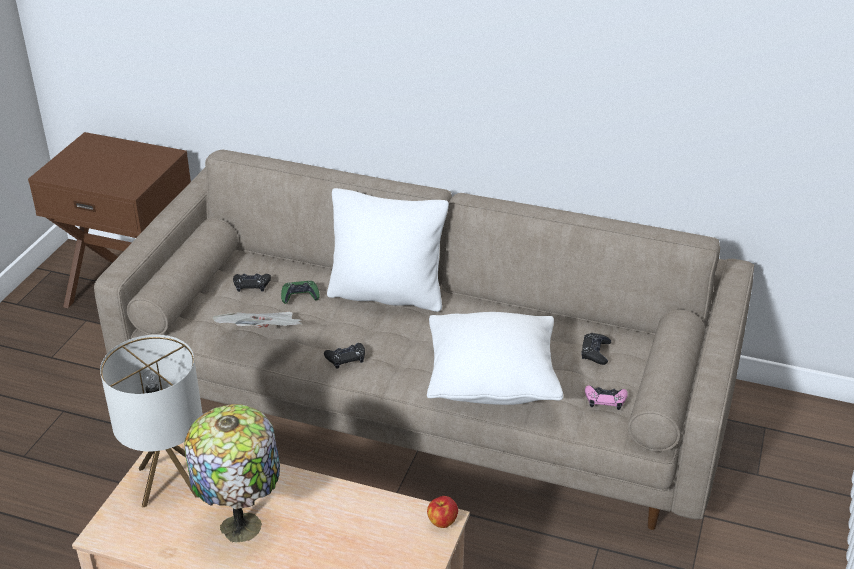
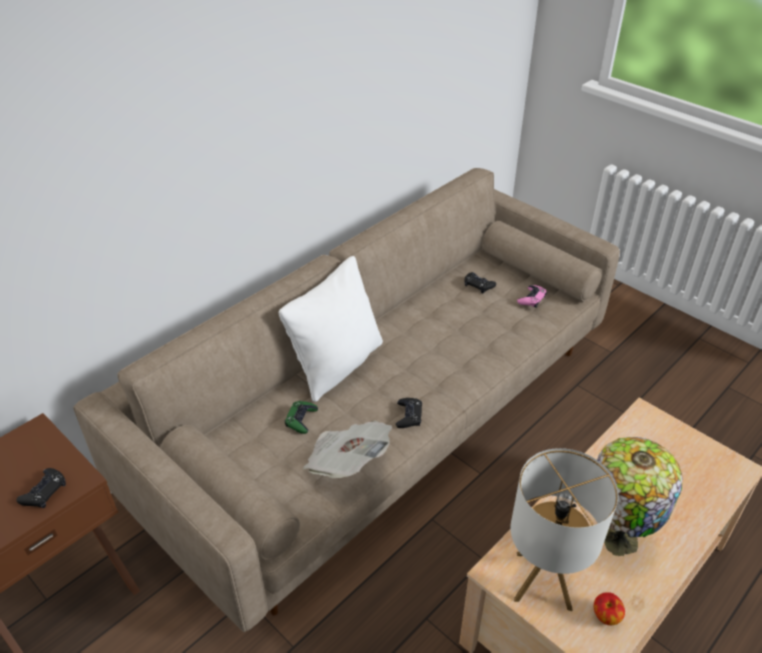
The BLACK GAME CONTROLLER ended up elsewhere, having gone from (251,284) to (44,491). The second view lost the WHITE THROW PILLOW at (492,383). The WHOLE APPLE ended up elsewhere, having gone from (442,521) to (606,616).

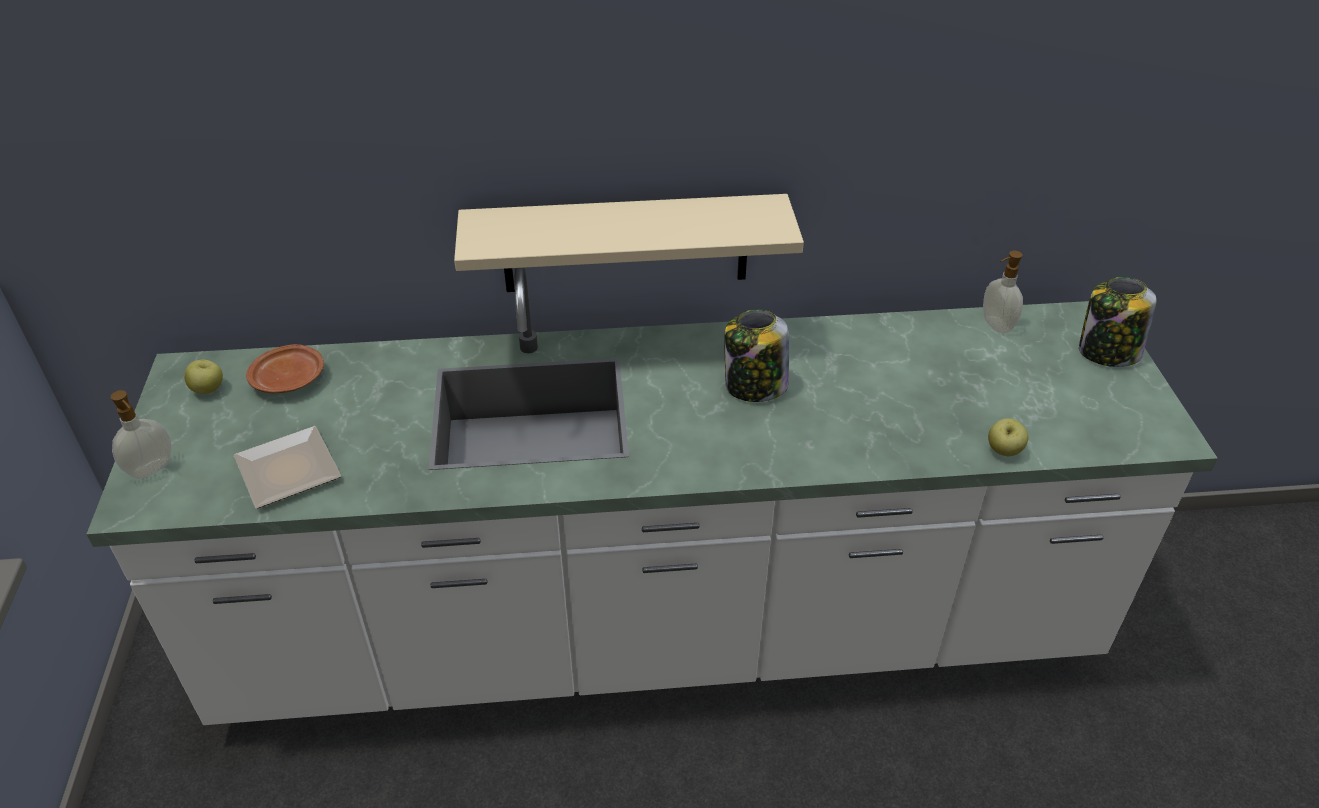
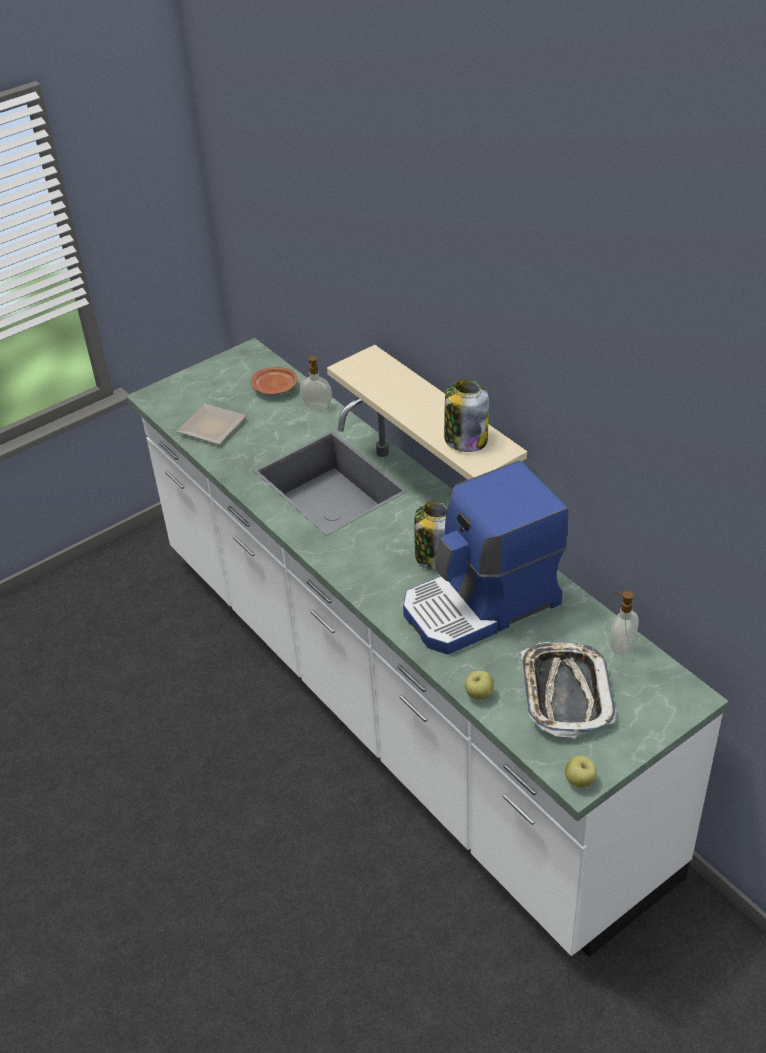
The LIQUID SOAP BOTTLE ended up elsewhere, having gone from (152,469) to (317,407). The WHOLE APPLE ended up elsewhere, having gone from (208,389) to (579,781). The JAR ended up elsewhere, having gone from (1107,352) to (465,439). The second view gained the COFFEE MACHINE at (482,605). The second view gained the SERVING TRAY at (565,693).

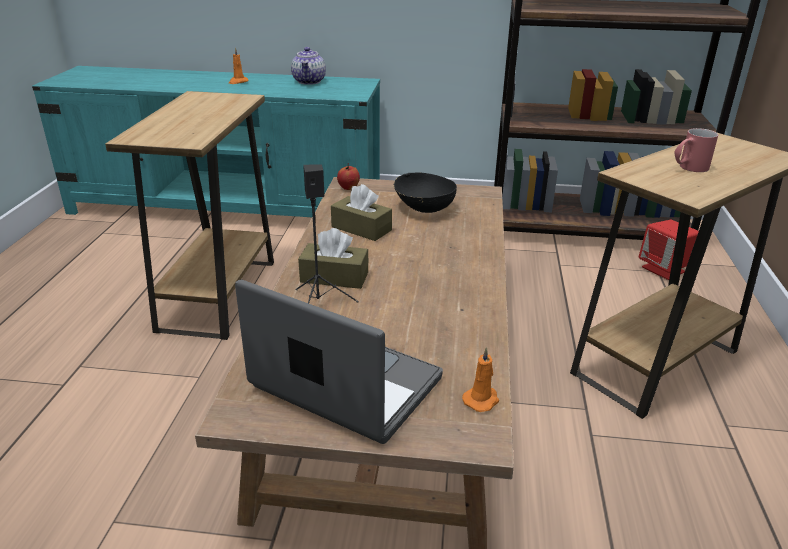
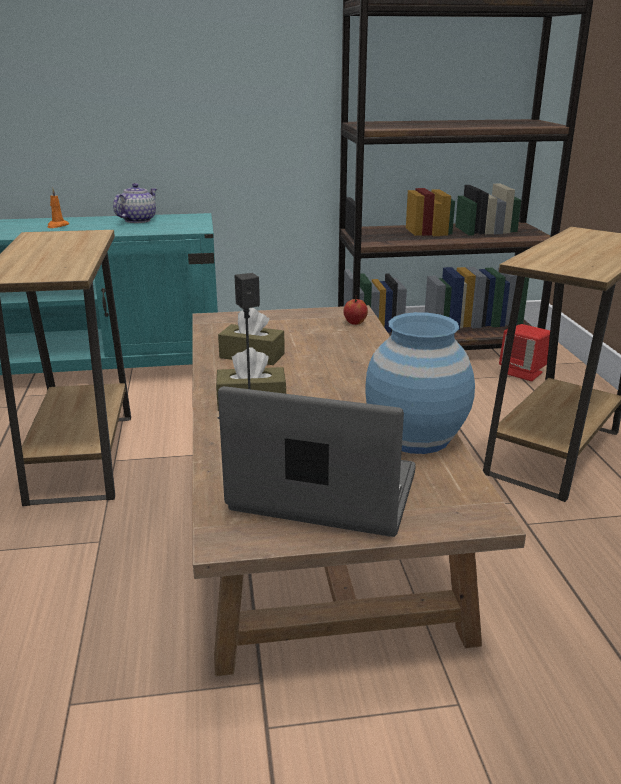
The TEAPOT at (309,81) ended up facing another way, 135 degrees counterclockwise from before. The WHOLE APPLE ended up elsewhere, having gone from (348,188) to (355,322). The second view lost the BLACK SERVING BOWL at (423,208). The second view lost the ORANGEY CANDLE at (482,400). The second view lost the RED COFFEE MUG at (688,168). The second view gained the BLUISH VASE at (415,436).

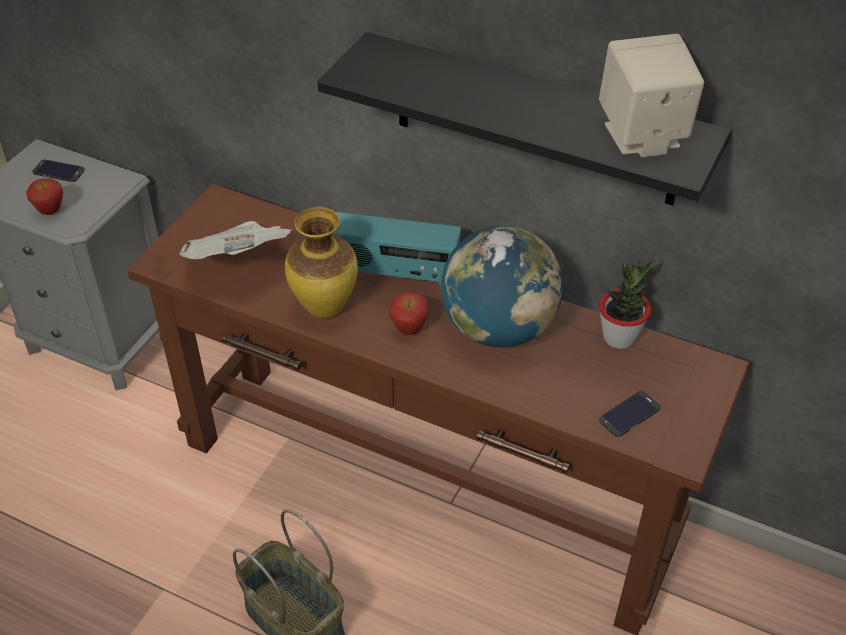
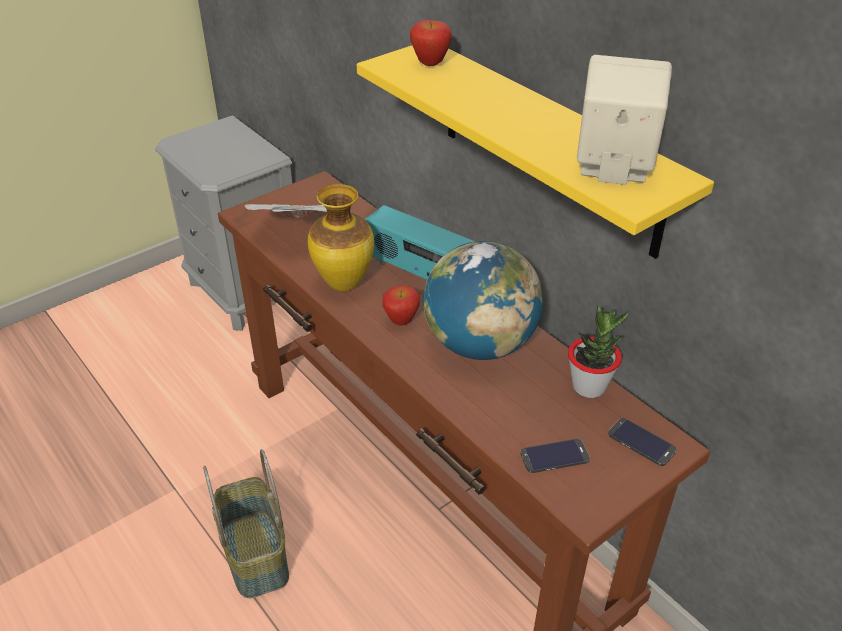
The WHOLE APPLE ended up elsewhere, having gone from (50,212) to (430,64). The HANDSET ended up elsewhere, having gone from (58,171) to (641,442). What was the BLACK SHELF at (535,121) turned into the YELLOW SHELF at (548,147).

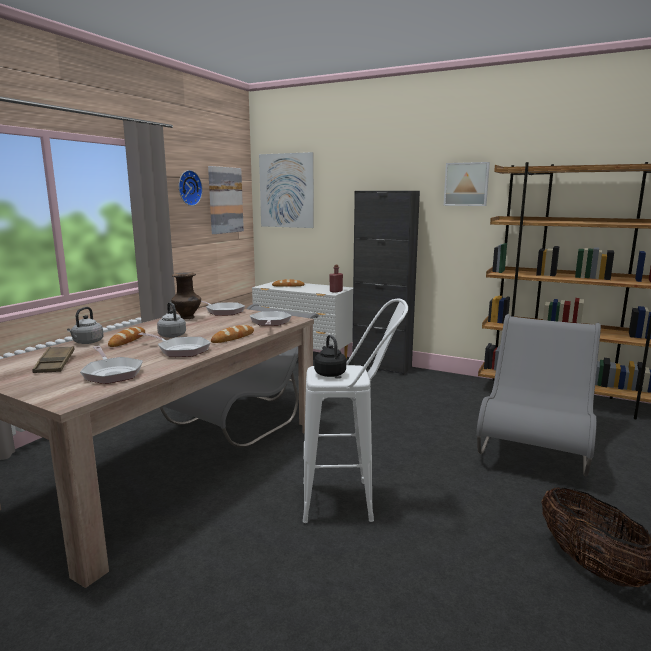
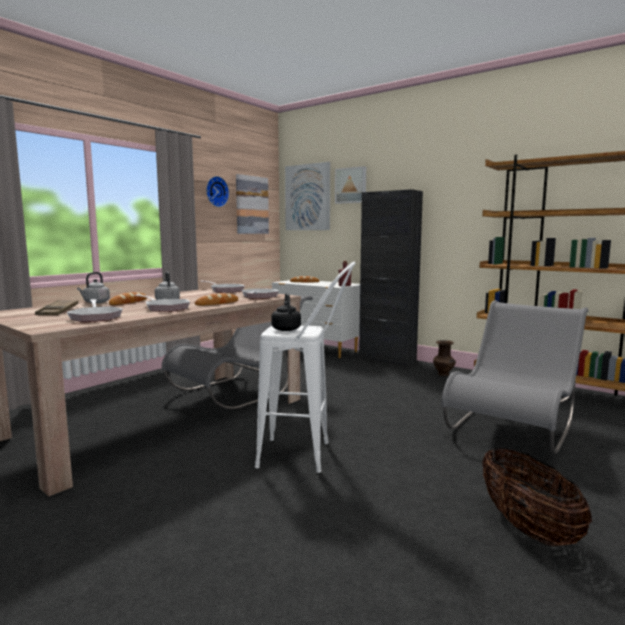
The BROWN-COLOURED VASE ended up elsewhere, having gone from (187,318) to (444,374). The WALL ART ended up elsewhere, having gone from (466,184) to (351,185).

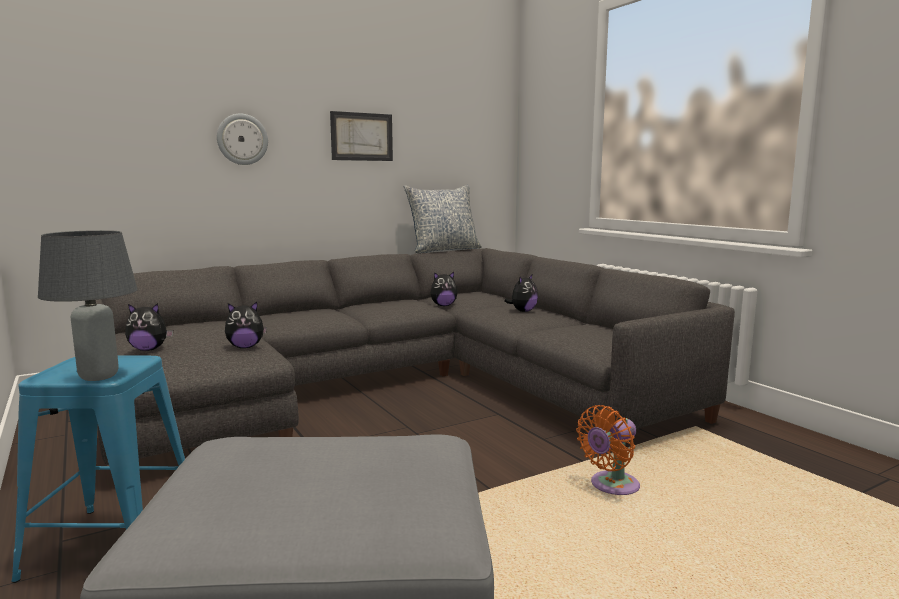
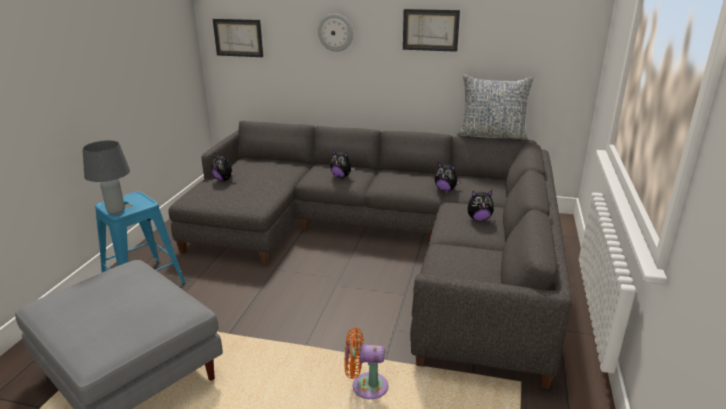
The PLUSH TOY ended up elsewhere, having gone from (245,347) to (341,176). The second view gained the WALL ART at (238,37).

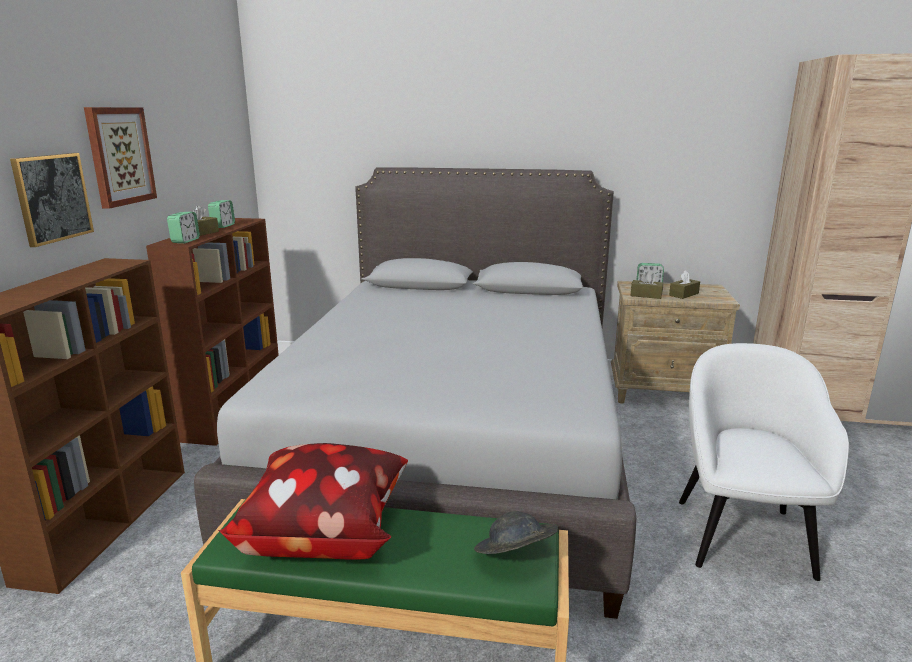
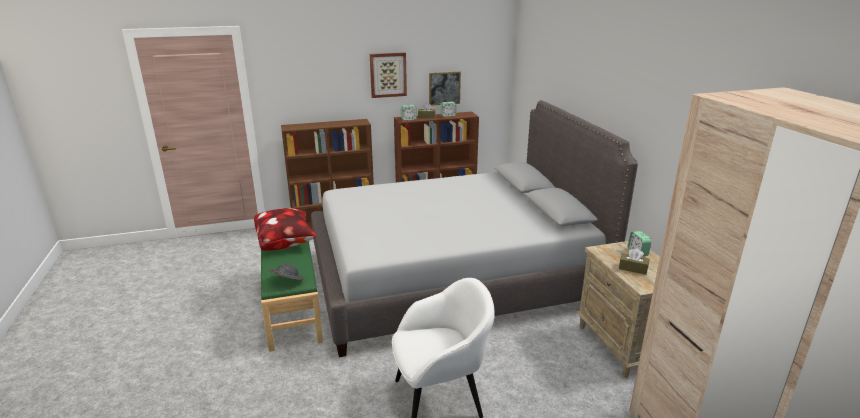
The WALL ART ended up elsewhere, having gone from (52,198) to (444,88). The second view lost the BROWN-COLOURED TISSUE HOLDER at (646,295).

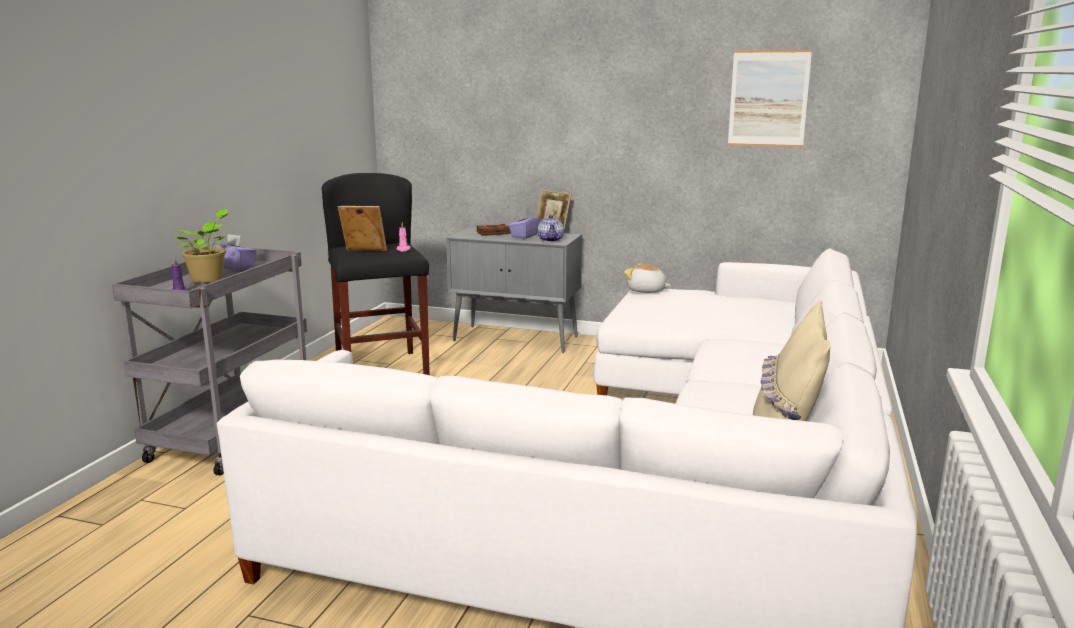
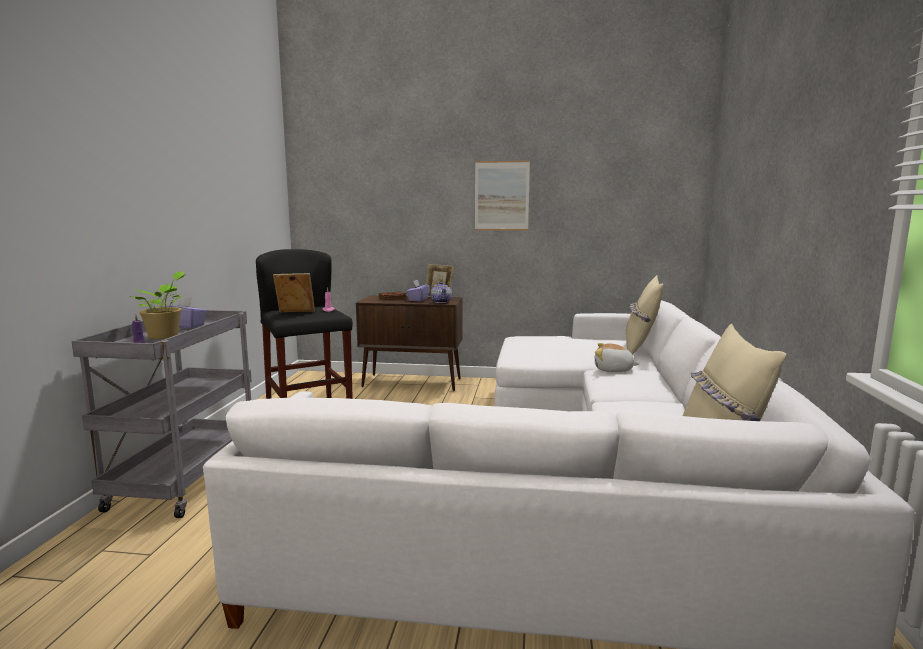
What was the GREY CABINET at (517,339) turned into the BROWN-COLOURED CABINET at (413,382). The PLUSH TOY ended up elsewhere, having gone from (646,291) to (613,370). The WALL ART ended up elsewhere, having gone from (768,98) to (501,196). The second view gained the SAND-COLOURED THROW PILLOW at (641,348).

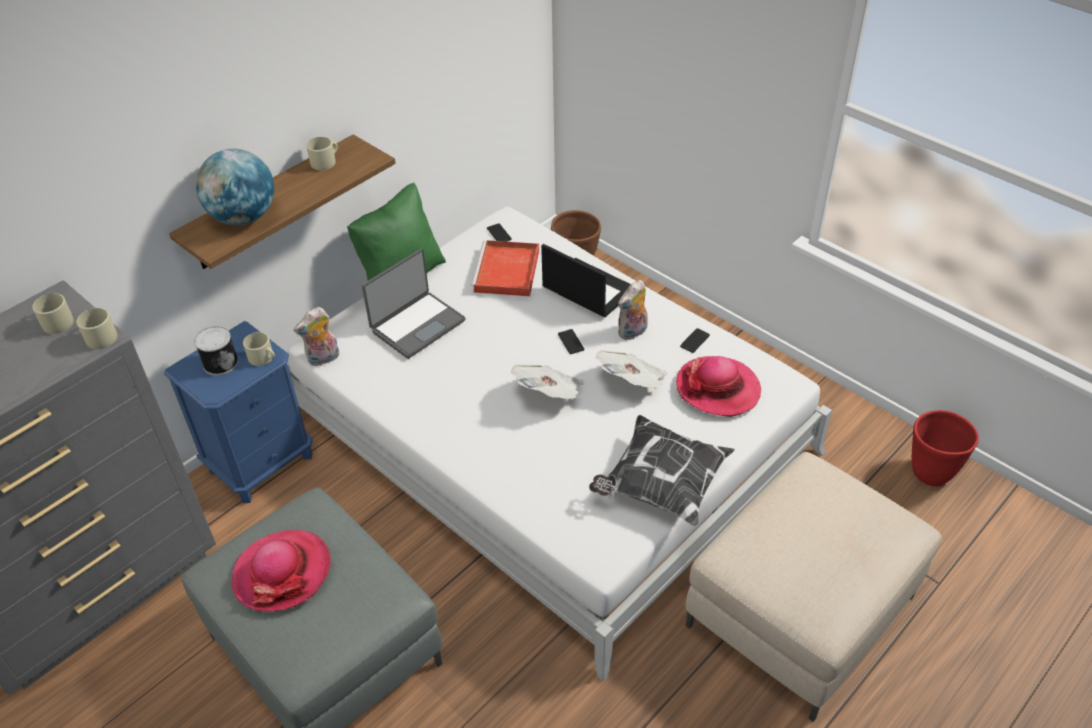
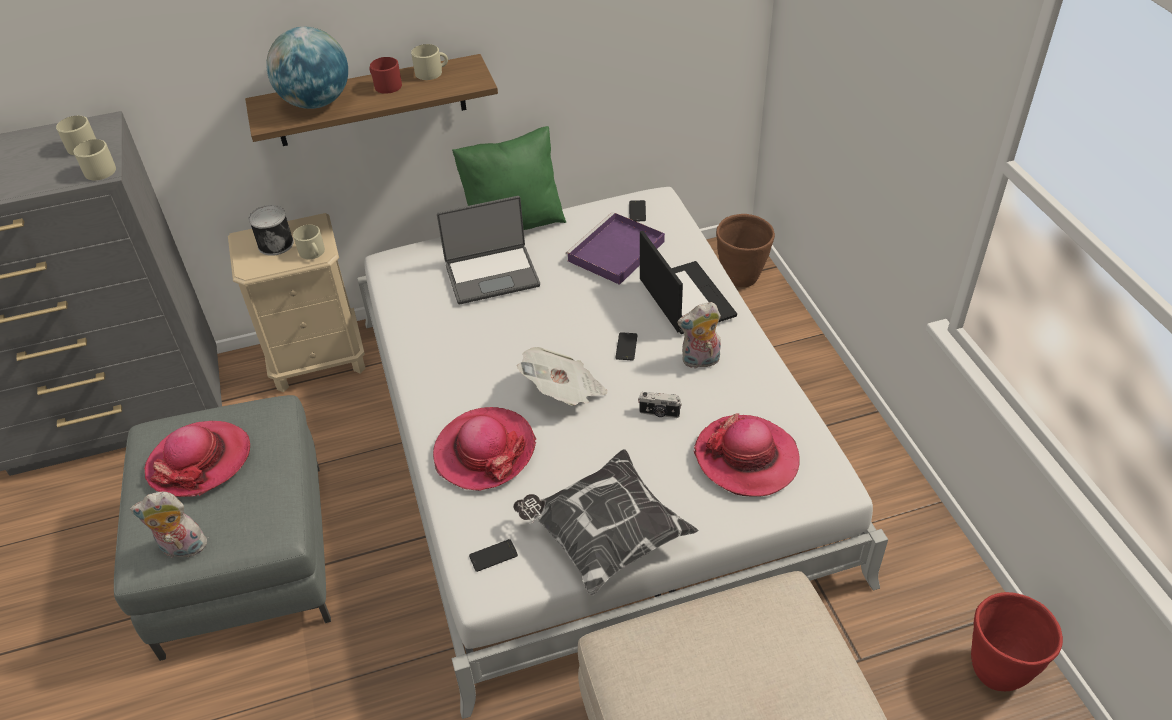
What was the BLUISH NIGHTSTAND at (261,462) turned into the SAND-COLOURED NIGHTSTAND at (318,359). The PLUSH TOY ended up elsewhere, having gone from (323,359) to (182,549). What was the RED SERVING TRAY at (507,272) turned into the PURPLE-COLOURED SERVING TRAY at (615,252). Where the DAILY PAPER stood at (632,382), the STILL CAMERA came to stand at (659,413). The HANDSET ended up elsewhere, having gone from (695,341) to (493,556). The second view gained the RED COFFEE MUG at (385,85). The second view gained the CLOTHING HAT at (484,451).

